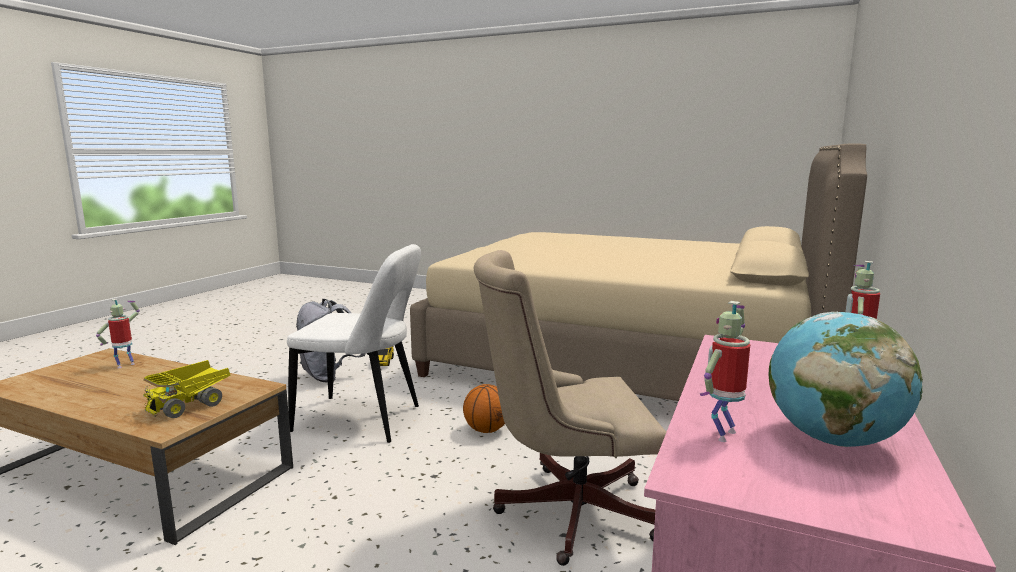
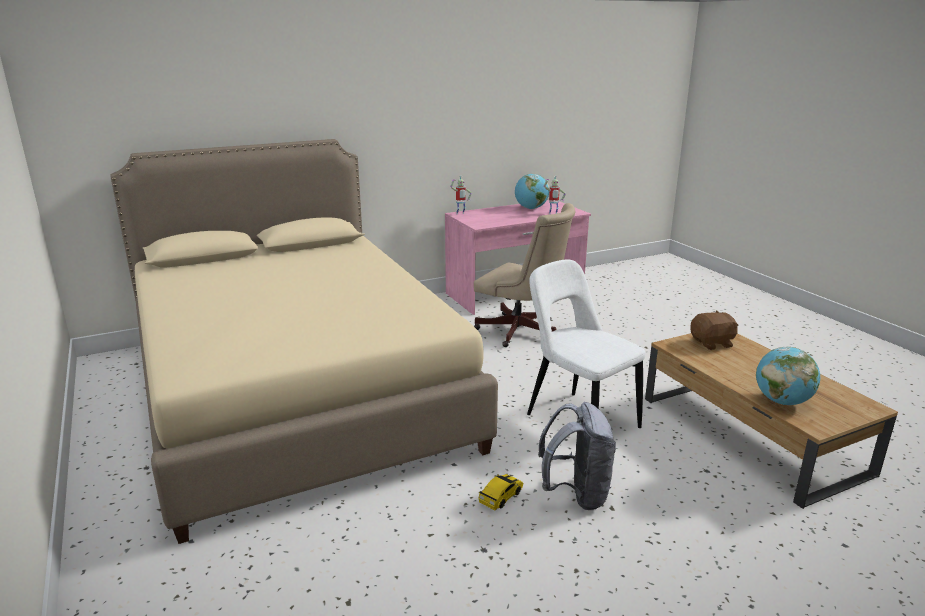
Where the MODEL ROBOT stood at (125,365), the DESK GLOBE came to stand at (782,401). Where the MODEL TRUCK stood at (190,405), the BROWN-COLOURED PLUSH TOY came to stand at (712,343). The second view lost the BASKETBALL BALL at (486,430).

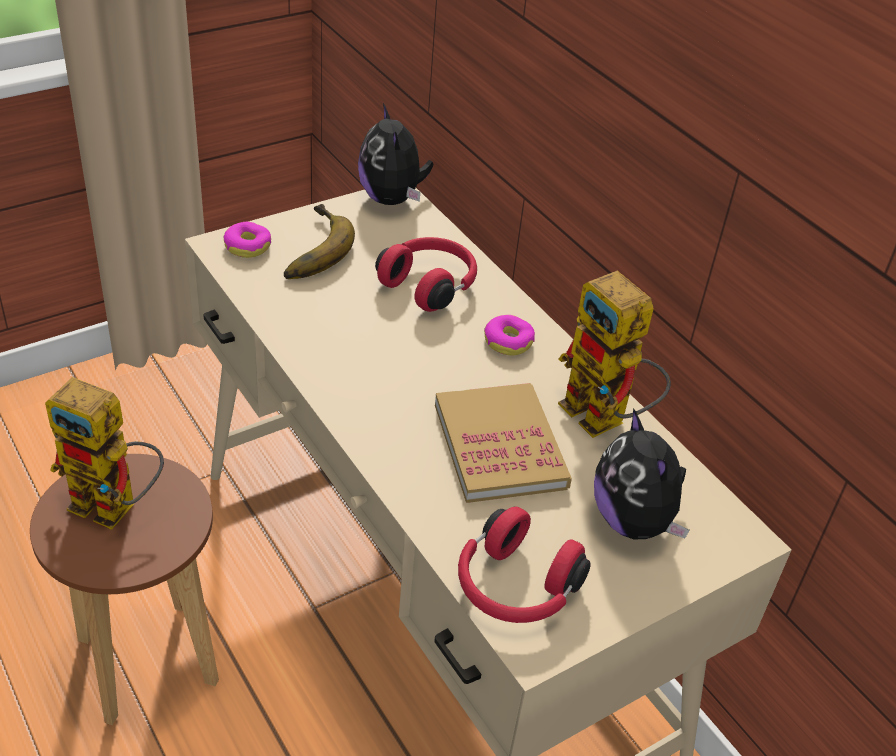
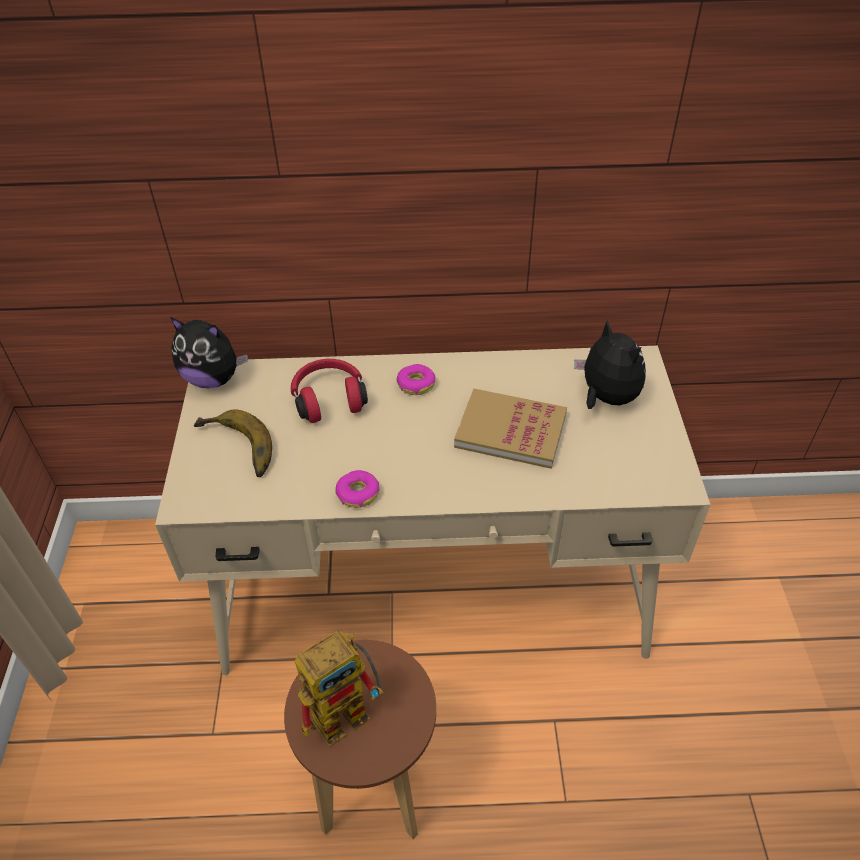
The DOUGHNUT ended up elsewhere, having gone from (247,246) to (358,493). The second view lost the RED PAIR OF HEADPHONES at (514,588). The second view lost the MODEL ROBOT at (605,420). The PLUSH TOY at (634,521) ended up facing another way, 135 degrees counterclockwise from before.

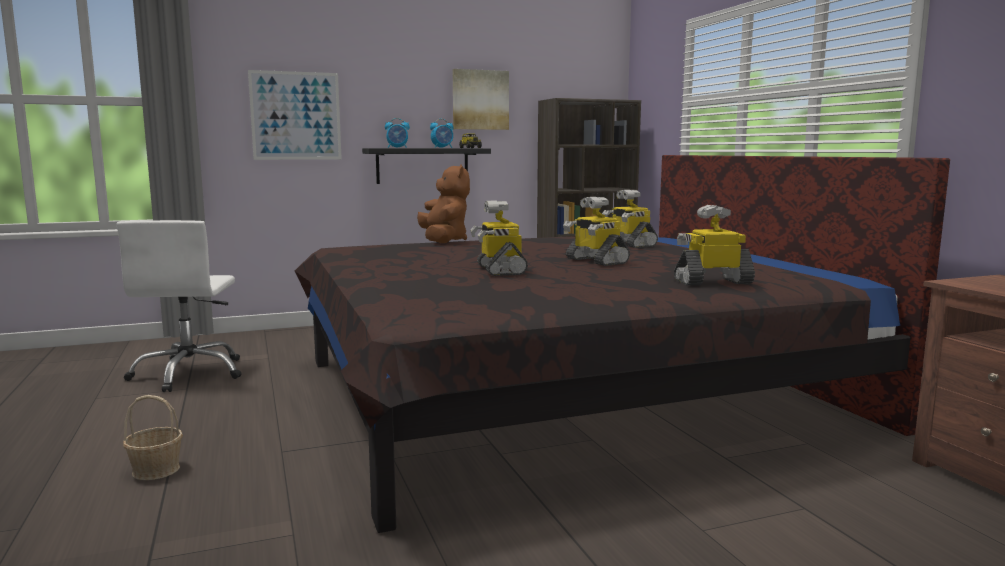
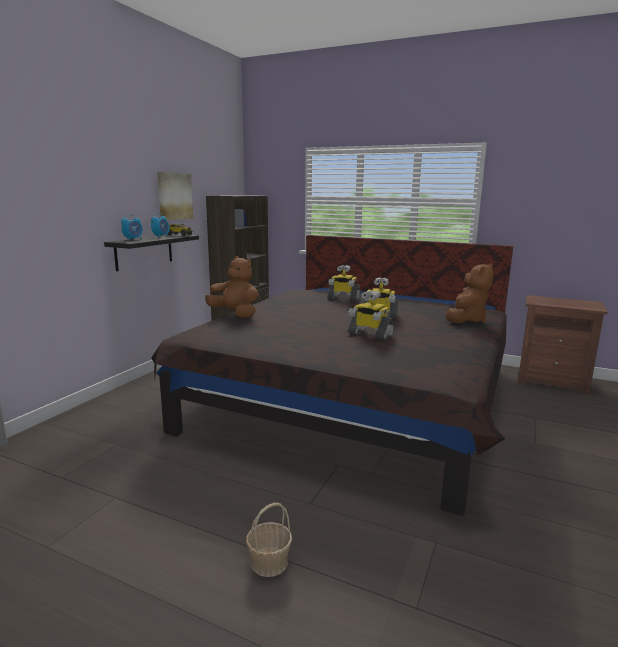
The second view lost the WHITE COMPUTER CHAIR at (189,373). The second view lost the WALL ART at (296,116). Where the MODEL ROBOT stood at (712,282), the BROWN-COLOURED PLUSH TOY came to stand at (466,320).

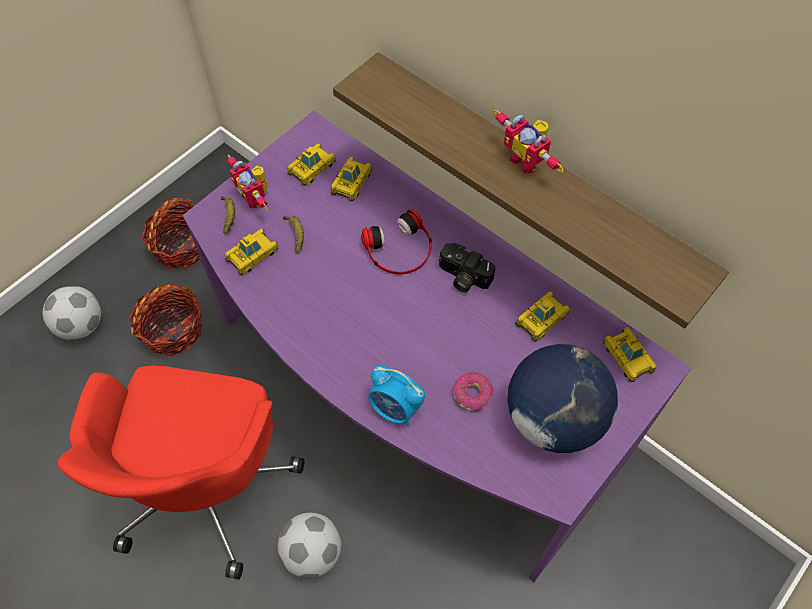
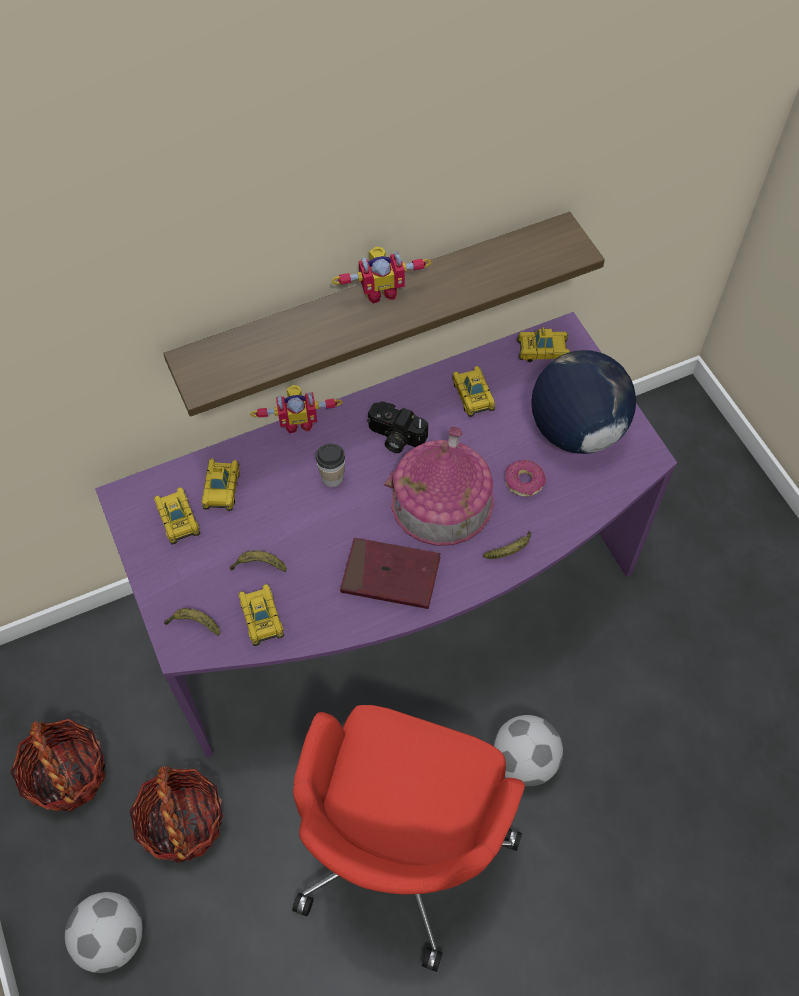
The RED COMPUTER CHAIR at (207,485) ended up facing another way, 75 degrees clockwise from before. The MODEL ROBOT ended up elsewhere, having gone from (255,197) to (298,421). The TOY CAR at (351,182) ended up facing another way, 135 degrees counterclockwise from before. Where the PAIR OF HEADPHONES stood at (399,249), the DRINKING CUP came to stand at (332,477). Where the TABLE CLOCK stood at (395,409), the WHOLE BANANA came to stand at (510,550). The STILL CAMERA at (462,277) ended up facing another way, 60 degrees clockwise from before. The second view gained the RED VOLUME at (390,575). The second view gained the MODEL HOUSE at (441,500).

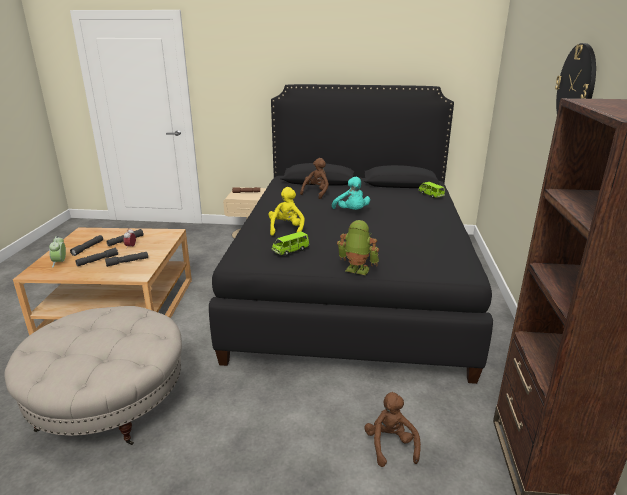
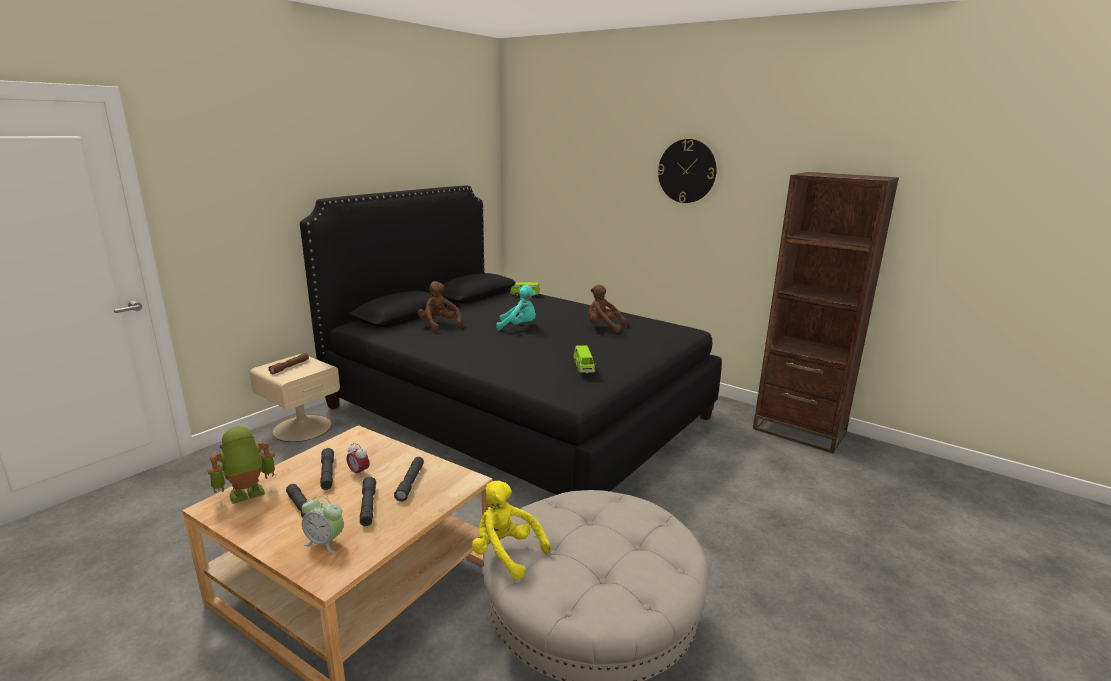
The YELLOW PLUSH TOY ended up elsewhere, having gone from (286,229) to (505,554). The MODEL ROBOT ended up elsewhere, having gone from (356,270) to (247,495). The BROWN-COLOURED PLUSH TOY ended up elsewhere, having gone from (390,445) to (603,327).

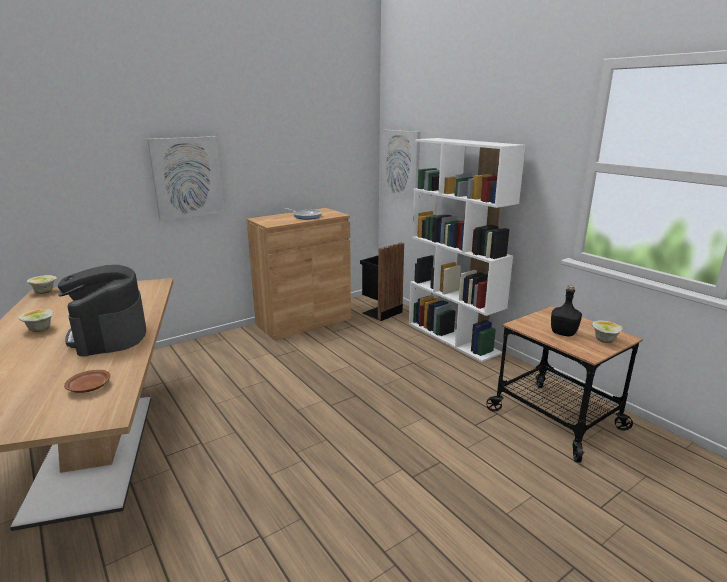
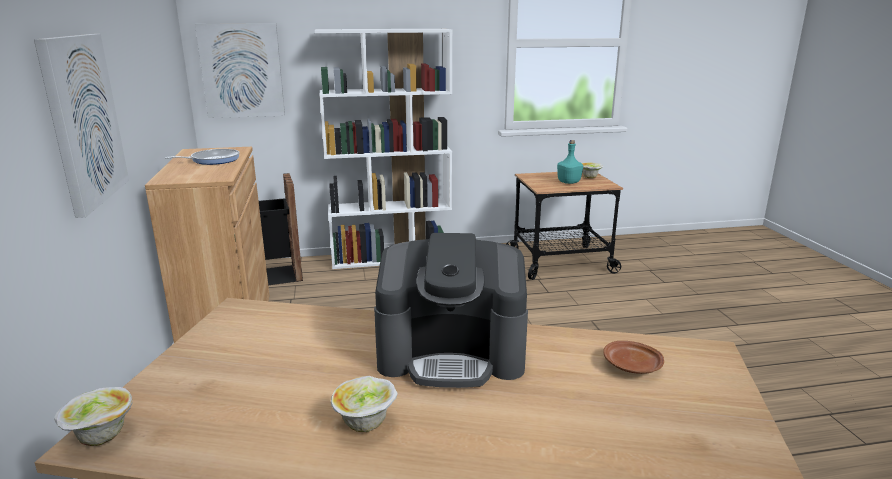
What was the BLACK DRINK BOTTLE at (563,333) turned into the BLUE-GREEN DRINK BOTTLE at (568,182).

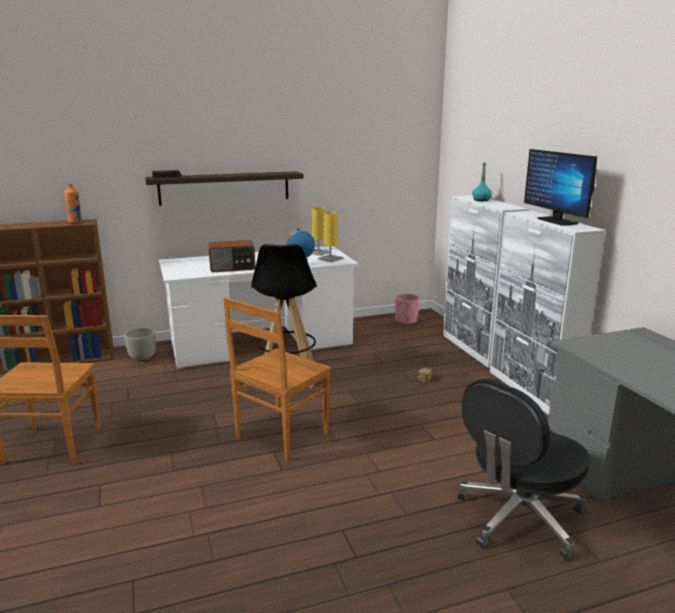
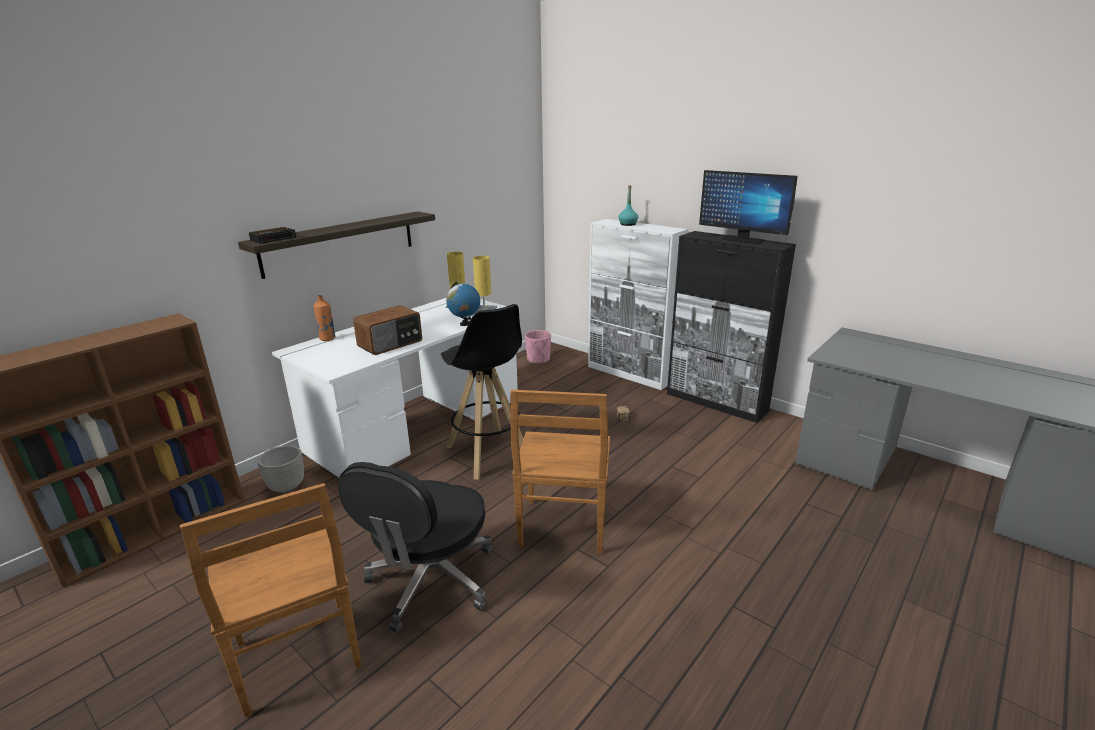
The ORANGEY DRINK BOTTLE ended up elsewhere, having gone from (75,222) to (327,339). The BLACK COMPUTER CHAIR ended up elsewhere, having gone from (518,518) to (431,582). What was the WHITE CABINET at (531,390) turned into the BLACK CABINET at (716,402).

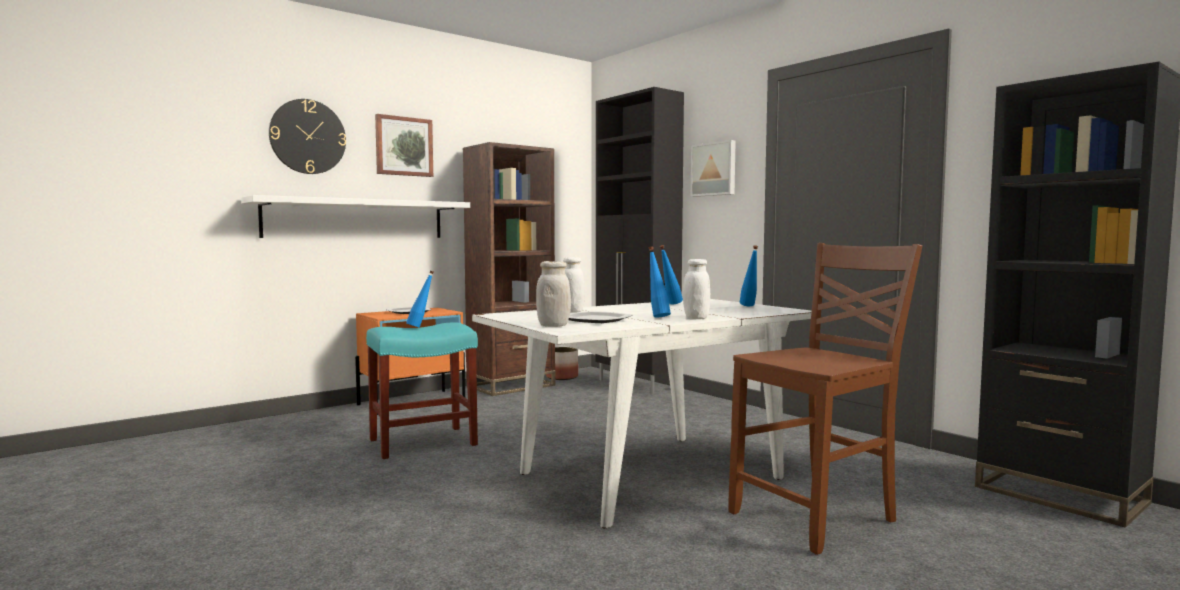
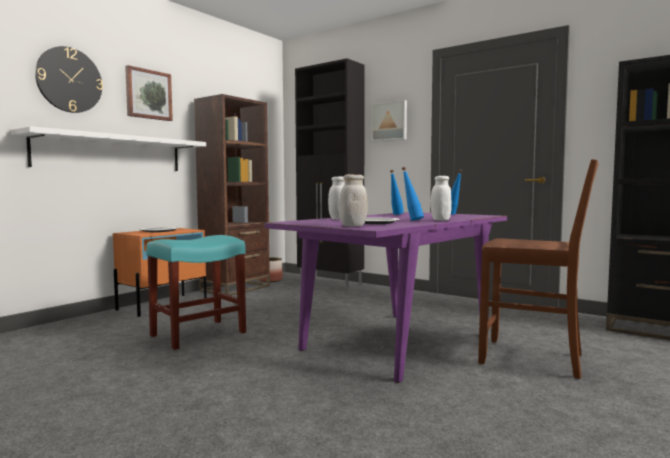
The second view lost the BLUISH DRINK BOTTLE at (420,327). What was the WHITE KITCHEN TABLE at (648,476) turned into the PURPLE-COLOURED KITCHEN TABLE at (396,343). The BROWN-COLOURED UPRIGHT CHAIR at (817,518) ended up facing another way, 75 degrees clockwise from before.

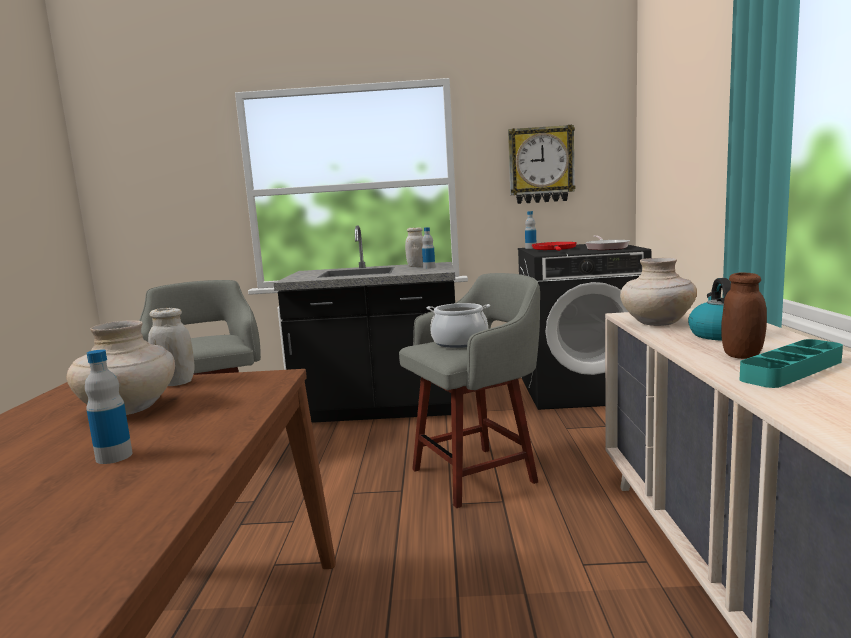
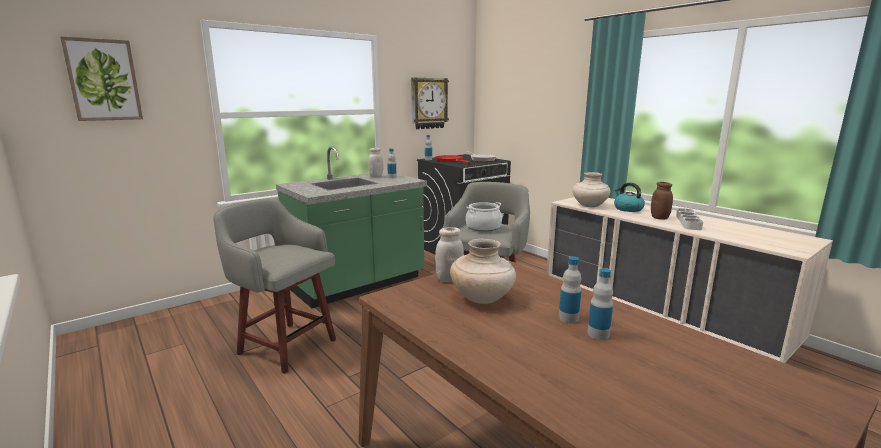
What was the BLACK KITCHEN COUNTER at (380,408) turned into the GREENISH KITCHEN COUNTER at (358,284). What was the BLUE-GREEN SERVING TRAY at (792,370) turned into the GREY SERVING TRAY at (688,222). The second view gained the WALL ART at (103,80). The second view gained the DRINK BOTTLE at (598,334).

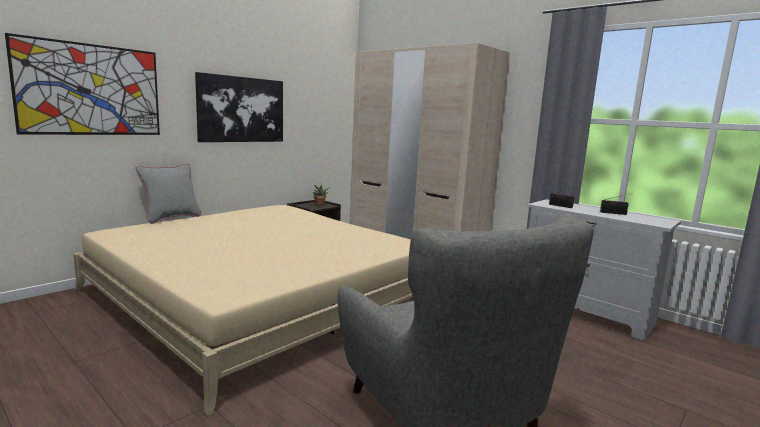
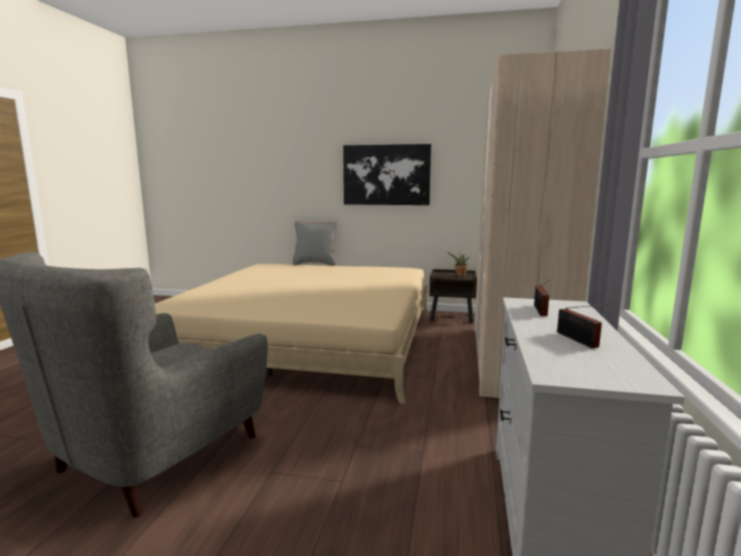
The second view lost the WALL ART at (91,90).

